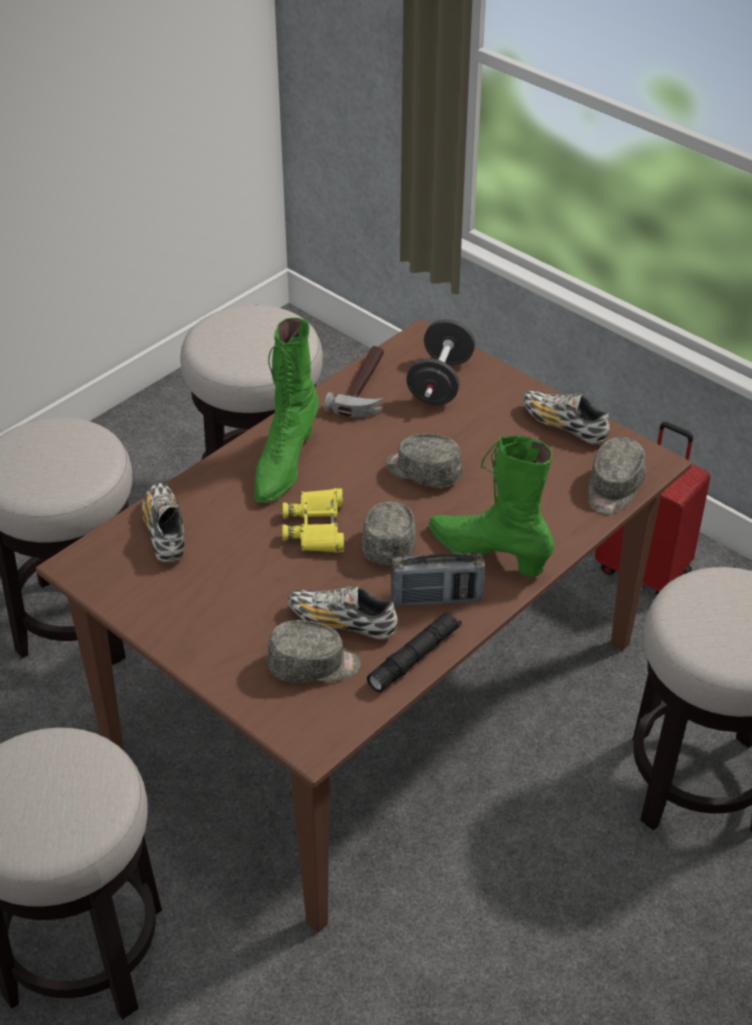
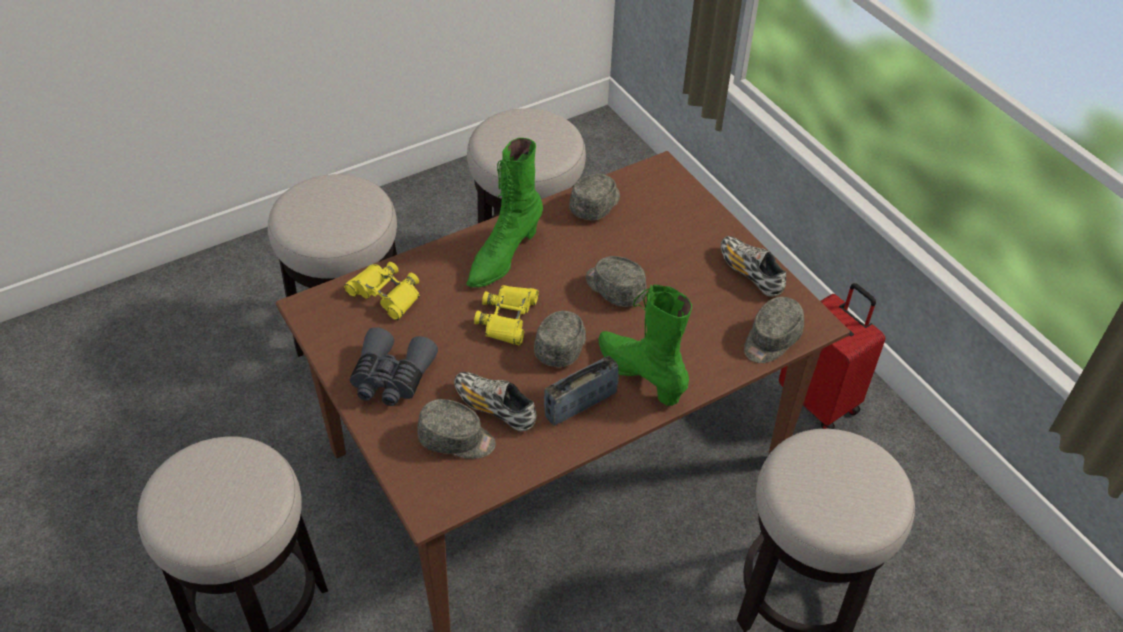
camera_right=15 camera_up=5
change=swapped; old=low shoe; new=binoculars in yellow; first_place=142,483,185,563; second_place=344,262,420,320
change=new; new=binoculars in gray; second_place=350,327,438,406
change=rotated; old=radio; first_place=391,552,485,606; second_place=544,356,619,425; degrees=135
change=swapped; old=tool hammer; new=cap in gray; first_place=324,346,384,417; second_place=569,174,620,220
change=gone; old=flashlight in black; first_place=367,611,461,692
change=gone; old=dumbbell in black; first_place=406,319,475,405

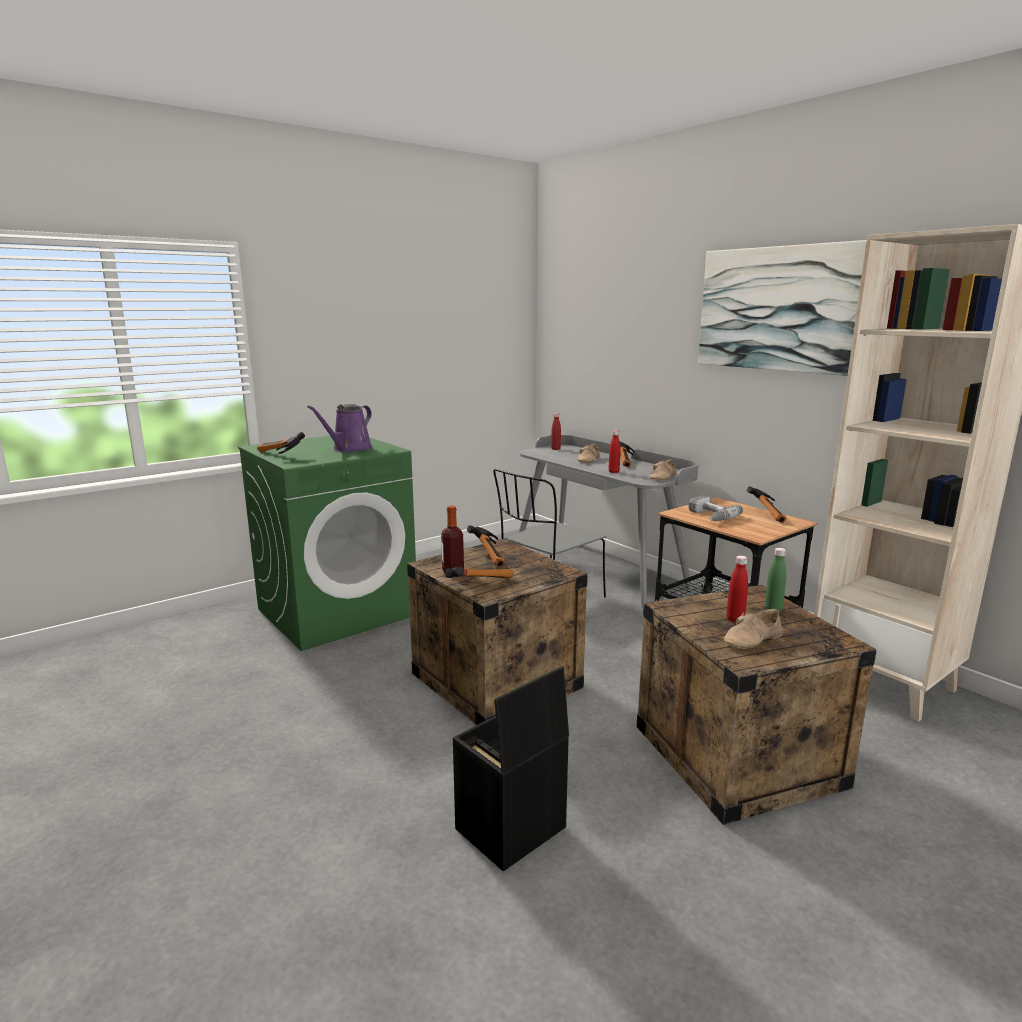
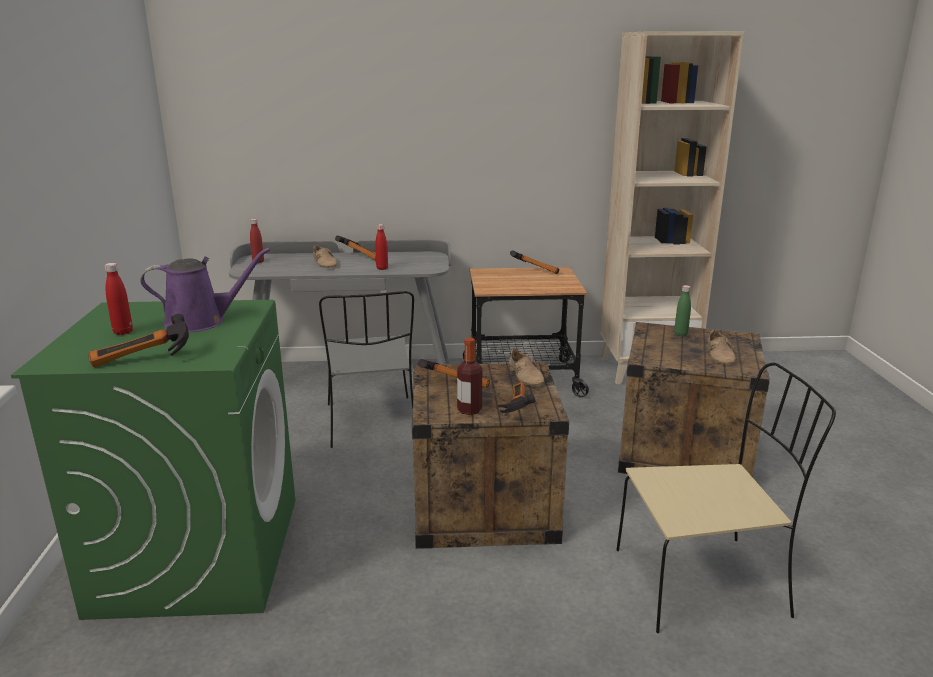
camera_right=-55 camera_up=5
change=shifted; old=beverage bottle in red; first_place=726,556,748,622; second_place=105,263,133,335
change=rotated; old=watering can in purple-coloured; first_place=307,404,372,452; second_place=141,248,270,332; degrees=-75
change=shifted; old=low shoe in beige; first_place=650,459,677,481; second_place=509,348,544,386
change=swapped; old=storage container in black; new=upright chair in beige; first_place=453,666,569,872; second_place=616,363,836,633
change=gone; old=electric drill; first_place=688,496,743,521
change=gone; old=wall art; first_place=698,240,866,376

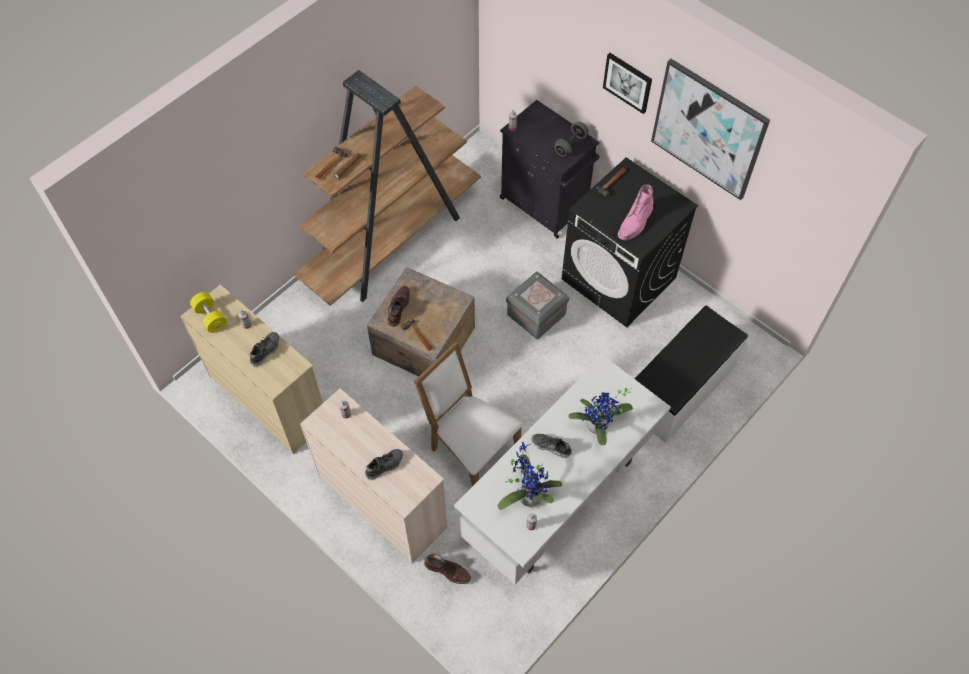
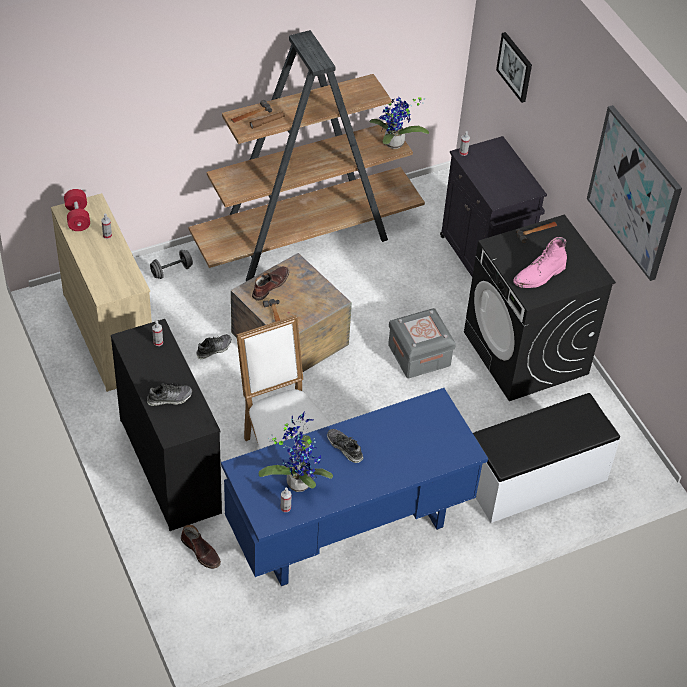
camera_right=20 camera_up=-10
change=repainted; old=dumbbell in yellow; new=dumbbell in red; first_place=190,292,227,333; second_place=64,189,90,231
change=repainted; old=drawer chest in beige; new=drawer chest in black; first_place=300,388,448,563; second_place=111,319,222,531
change=shifted; old=dumbbell in gray; first_place=554,122,588,157; second_place=150,250,193,279
change=shifted; old=low shoe; first_place=250,332,280,367; second_place=196,334,232,359
change=repainted; old=desk unit in whitish; new=desk unit in blue-coloured; first_place=454,355,671,584; second_place=221,388,488,586
change=shifted; old=plant in a pot; first_place=568,388,633,445; second_place=369,97,429,149
change=shifted; old=wall art; first_place=603,53,652,114; second_place=496,32,532,103

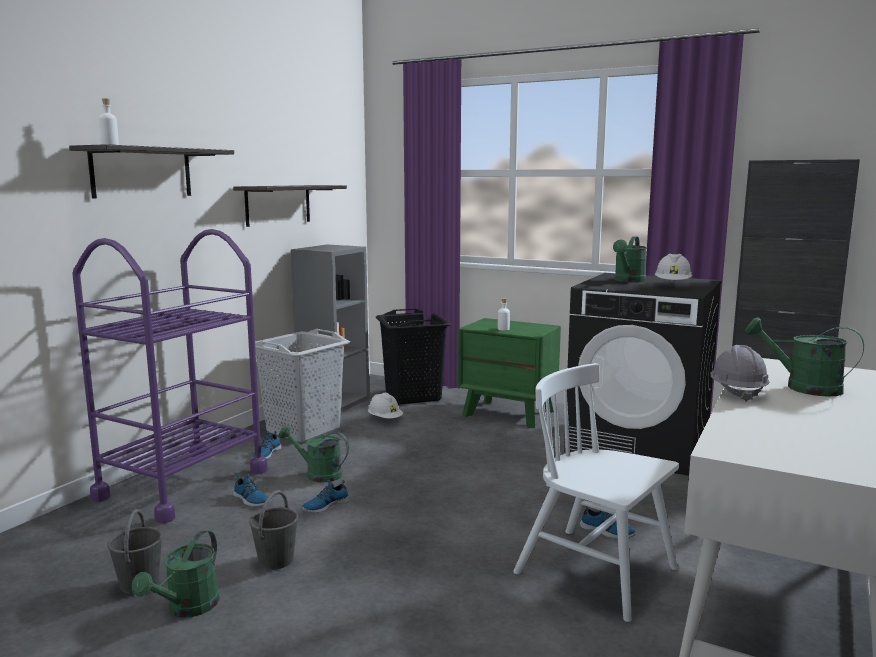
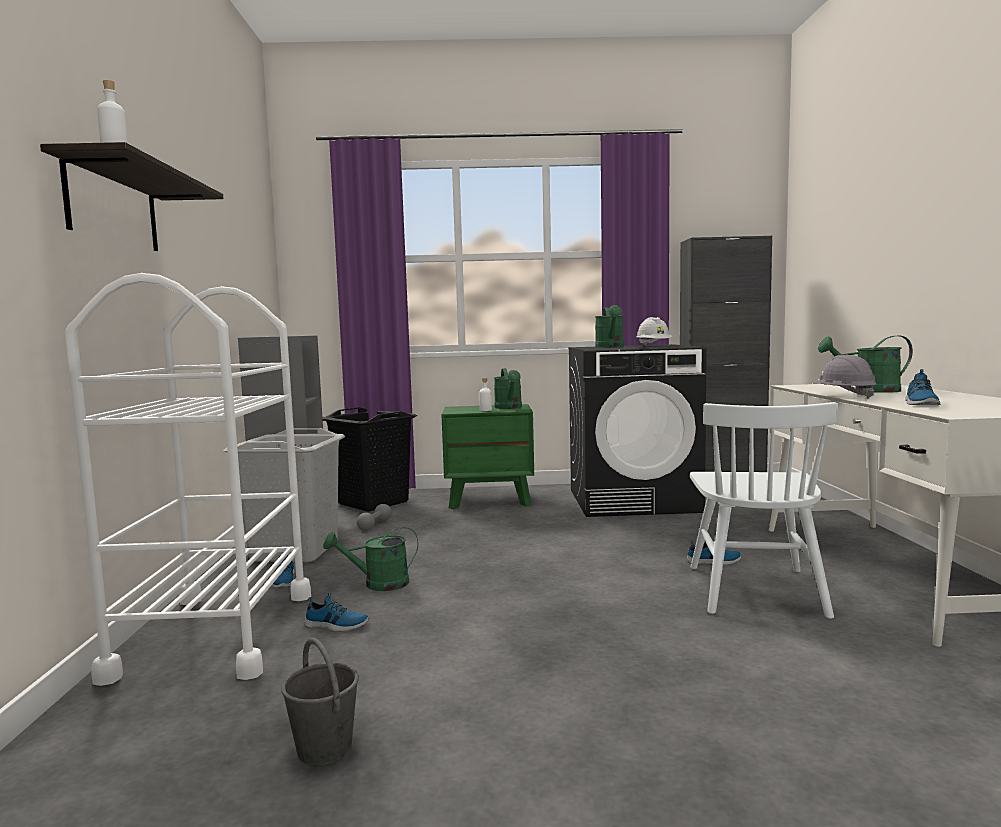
camera_right=-30 camera_up=-5
change=repainted; old=wheeled cart in purple-coloured; new=wheeled cart in whitish; first_place=72,229,268,524; second_place=65,273,311,686
change=swapped; old=hard hat in whitish; new=dumbbell in gray; first_place=368,393,403,418; second_place=357,504,392,531
change=shifted; old=watering can in green-coloured; first_place=132,530,220,618; second_place=494,368,522,409
change=rotated; old=upright chair in whitish; first_place=513,363,679,622; second_place=690,402,838,619; degrees=-90
change=shifted; old=low shoe; first_place=302,480,349,513; second_place=905,369,940,405
change=gone; old=bracket shelf; first_place=233,185,347,227
change=gone; old=water bucket in gray; first_place=249,490,298,570

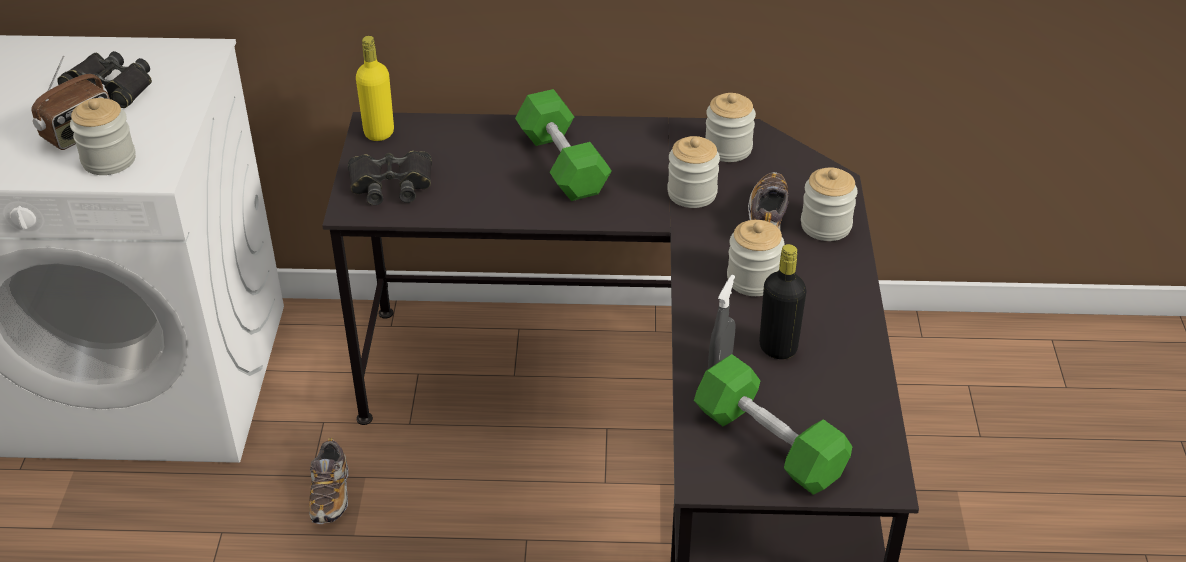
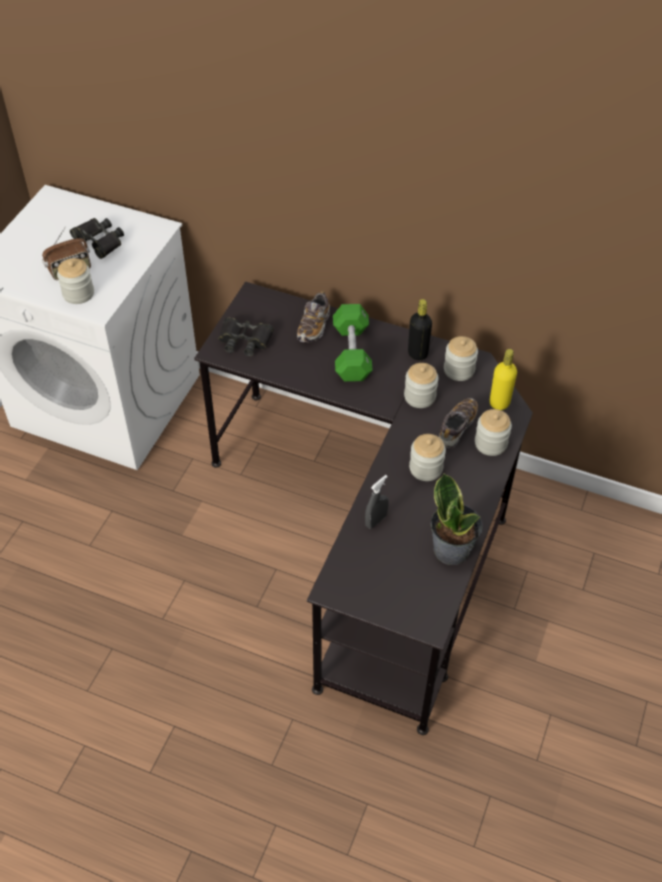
camera_right=20 camera_up=10
change=shifted; old=low shoe; first_place=309,438,349,524; second_place=297,291,330,343
change=shifted; old=beverage bottle in black; first_place=759,244,806,359; second_place=408,299,432,360
change=new; new=plant in a pot; second_place=431,473,483,565
change=shifted; old=beverage bottle in yellow; first_place=356,36,394,141; second_place=490,349,517,410
change=gone; old=dumbbell in green-coloured; first_place=694,354,852,495

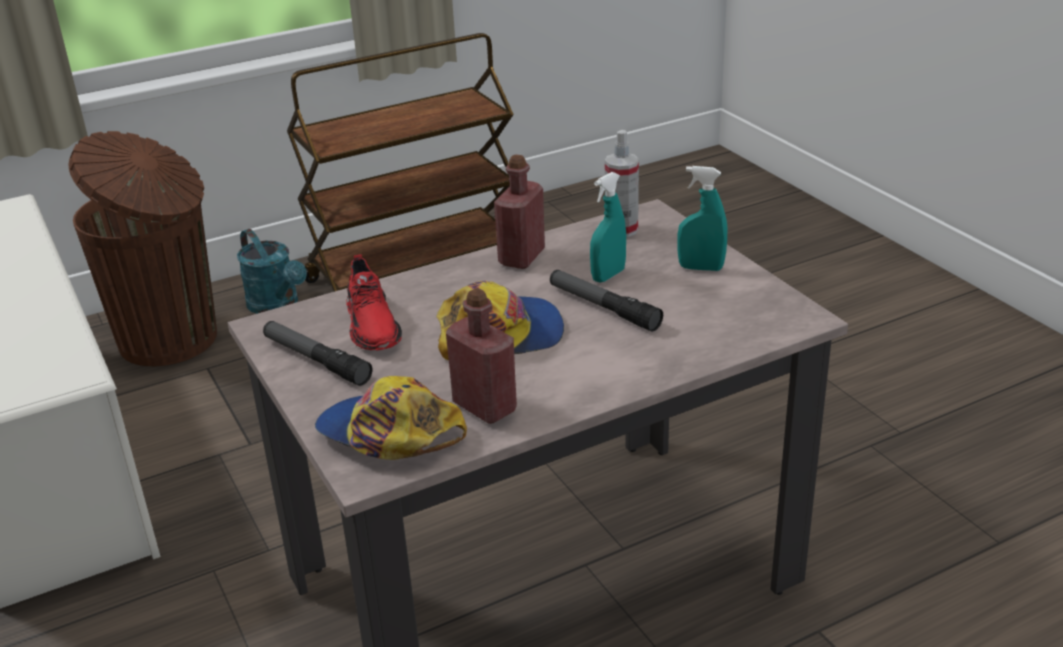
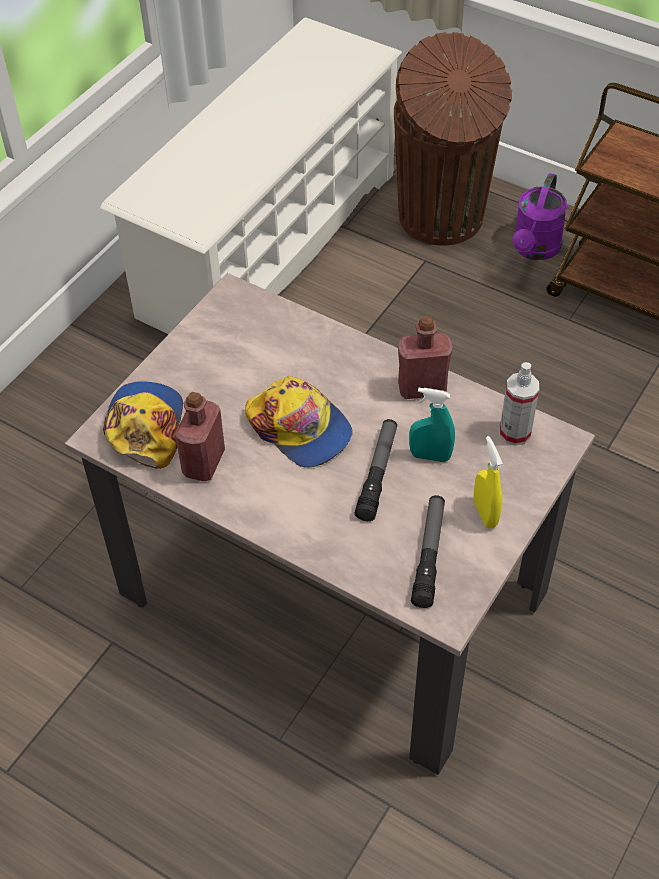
camera_right=60 camera_up=20
change=shifted; old=flashlight; first_place=263,321,372,386; second_place=411,495,445,608
change=repainted; old=hand sprayer in turquoise-coloured; new=hand sprayer in yellow; first_place=678,166,727,271; second_place=474,436,503,528
change=repainted; old=watering can in turquoise-coloured; new=watering can in purple-coloured; first_place=237,229,307,314; second_place=513,173,567,260
change=gone; old=low shoe in red; first_place=346,255,402,351

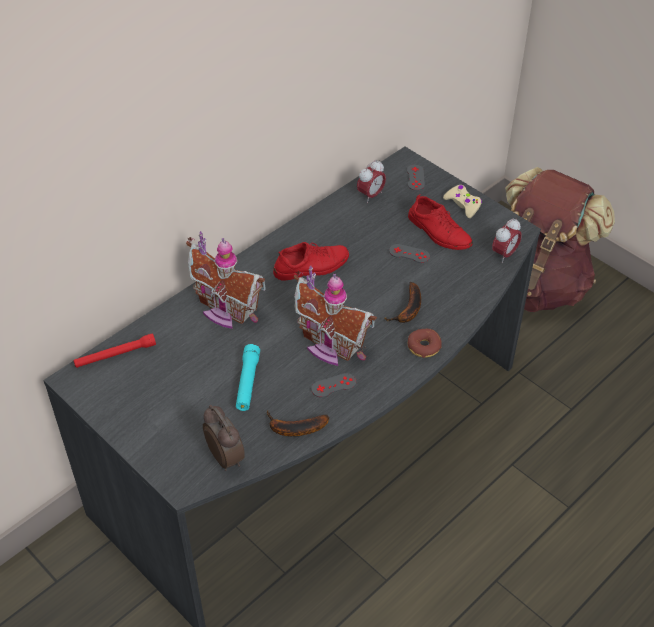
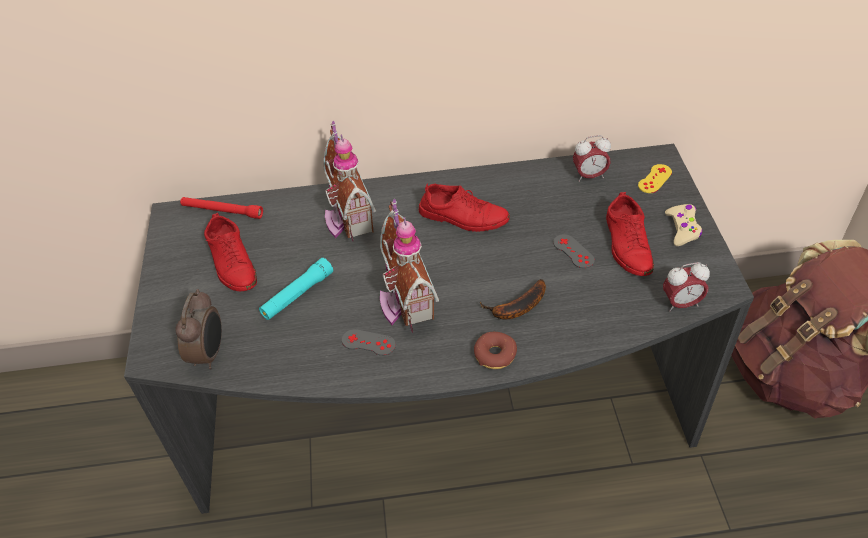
camera_right=40 camera_up=0
change=new; new=low shoe in red; second_place=204,213,257,291
change=repainted; old=joypad in gray; new=joypad in yellow; first_place=407,165,425,191; second_place=638,164,672,193
change=gone; old=whole banana; first_place=267,410,329,436

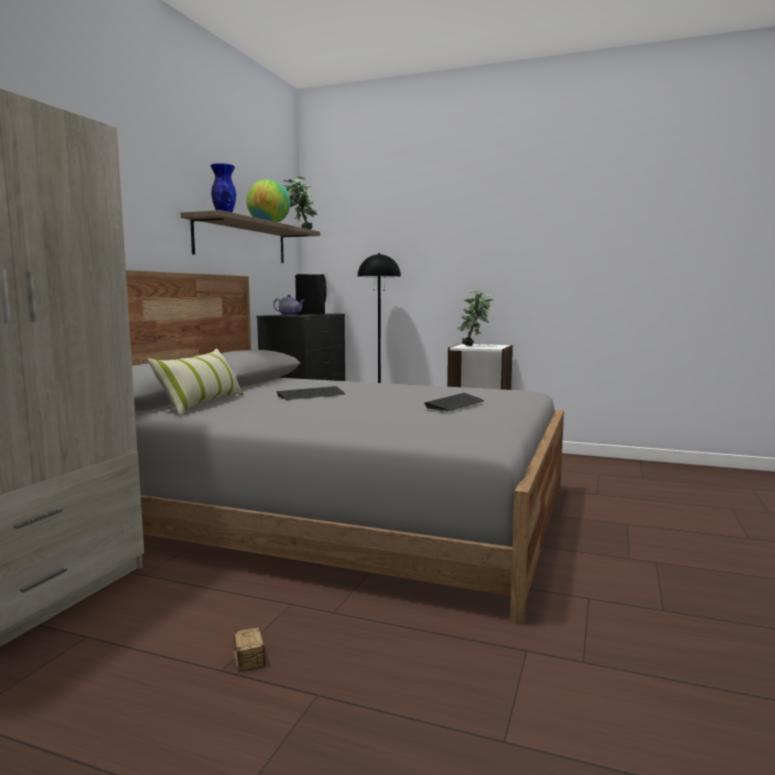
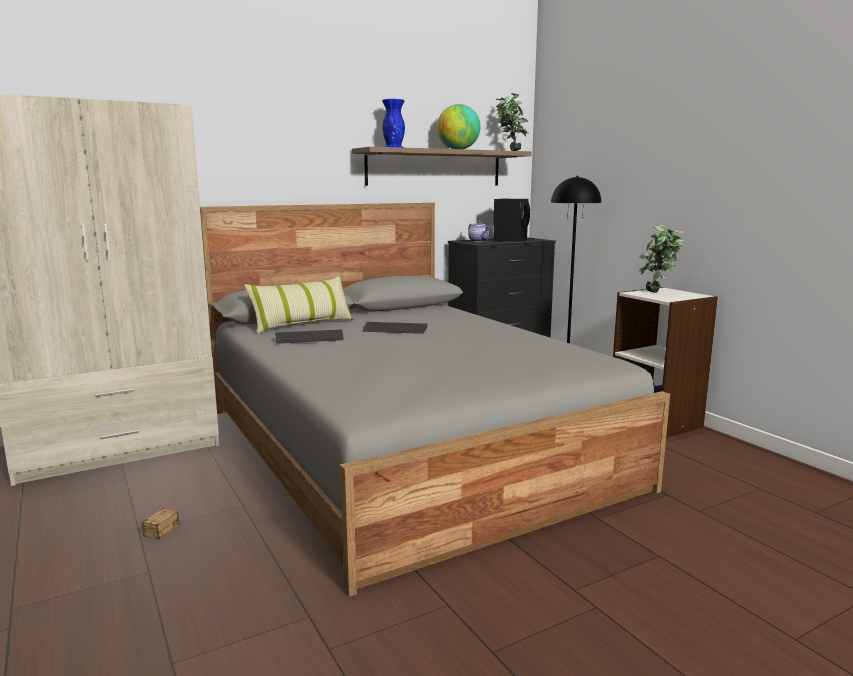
camera_right=40 camera_up=5
change=shifted; old=keyboard; first_place=424,393,484,411; second_place=275,329,344,344

